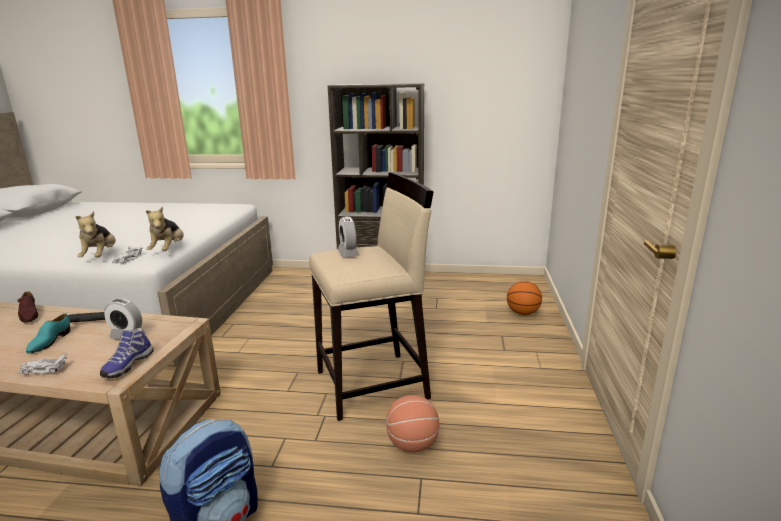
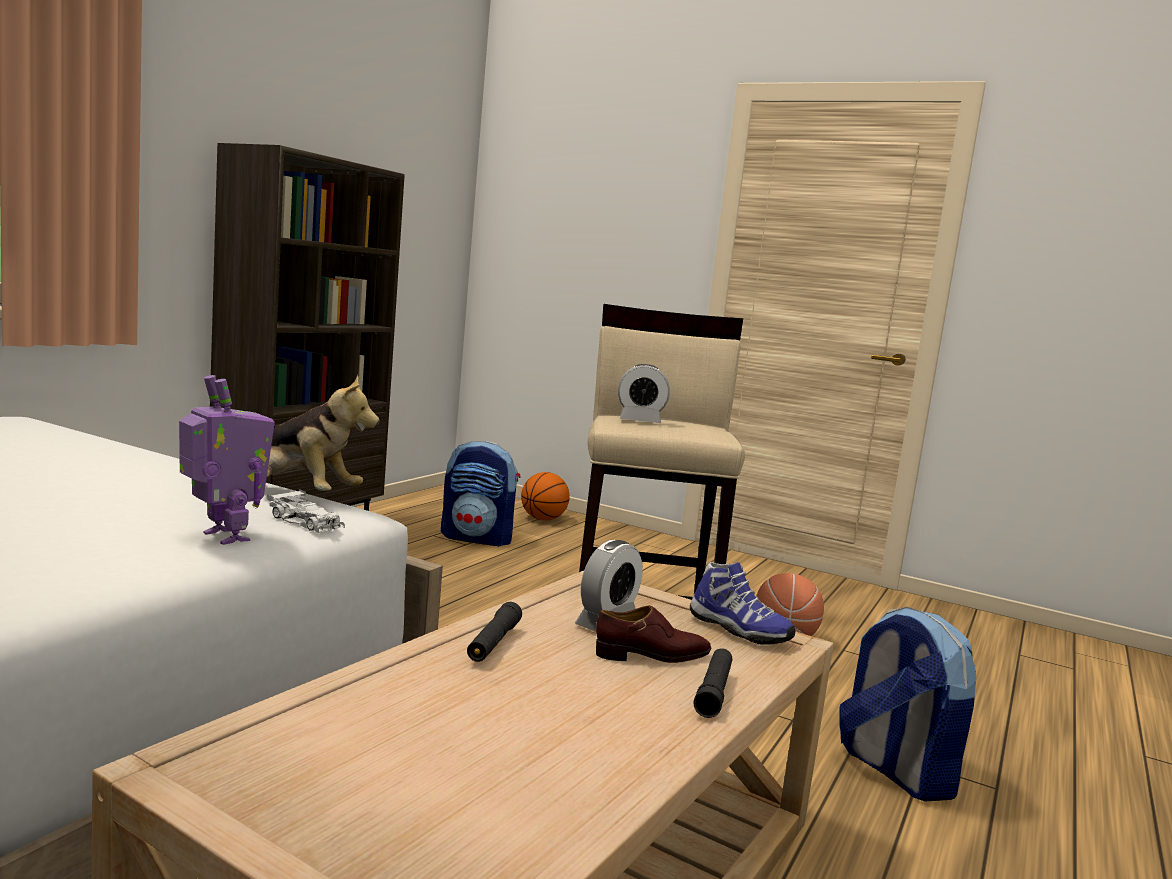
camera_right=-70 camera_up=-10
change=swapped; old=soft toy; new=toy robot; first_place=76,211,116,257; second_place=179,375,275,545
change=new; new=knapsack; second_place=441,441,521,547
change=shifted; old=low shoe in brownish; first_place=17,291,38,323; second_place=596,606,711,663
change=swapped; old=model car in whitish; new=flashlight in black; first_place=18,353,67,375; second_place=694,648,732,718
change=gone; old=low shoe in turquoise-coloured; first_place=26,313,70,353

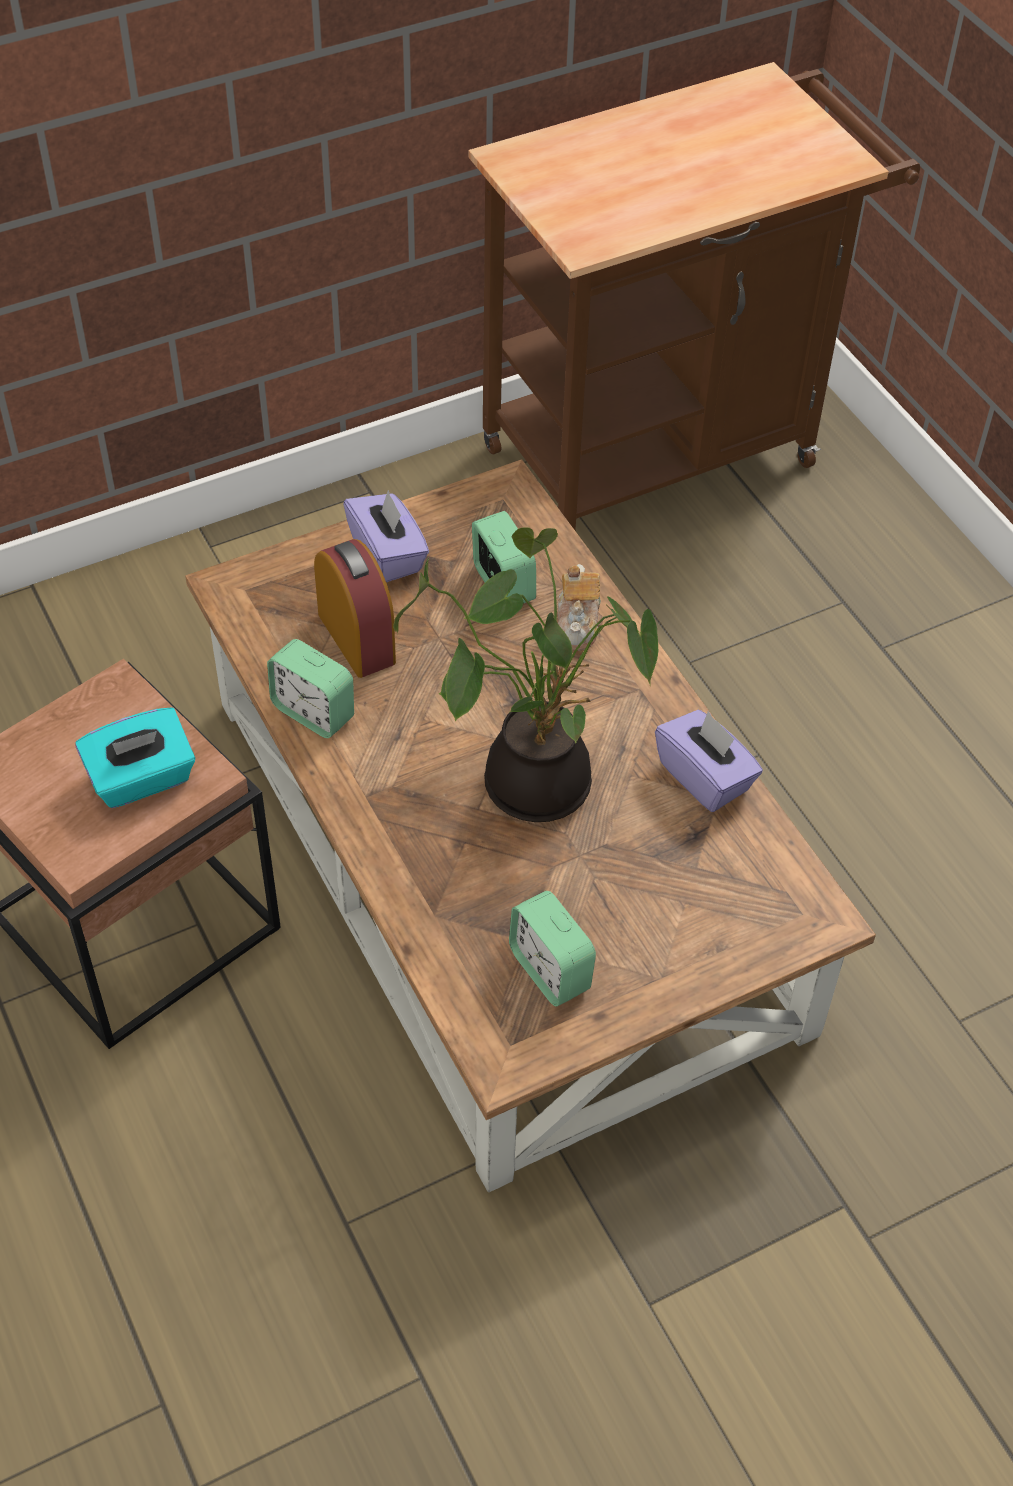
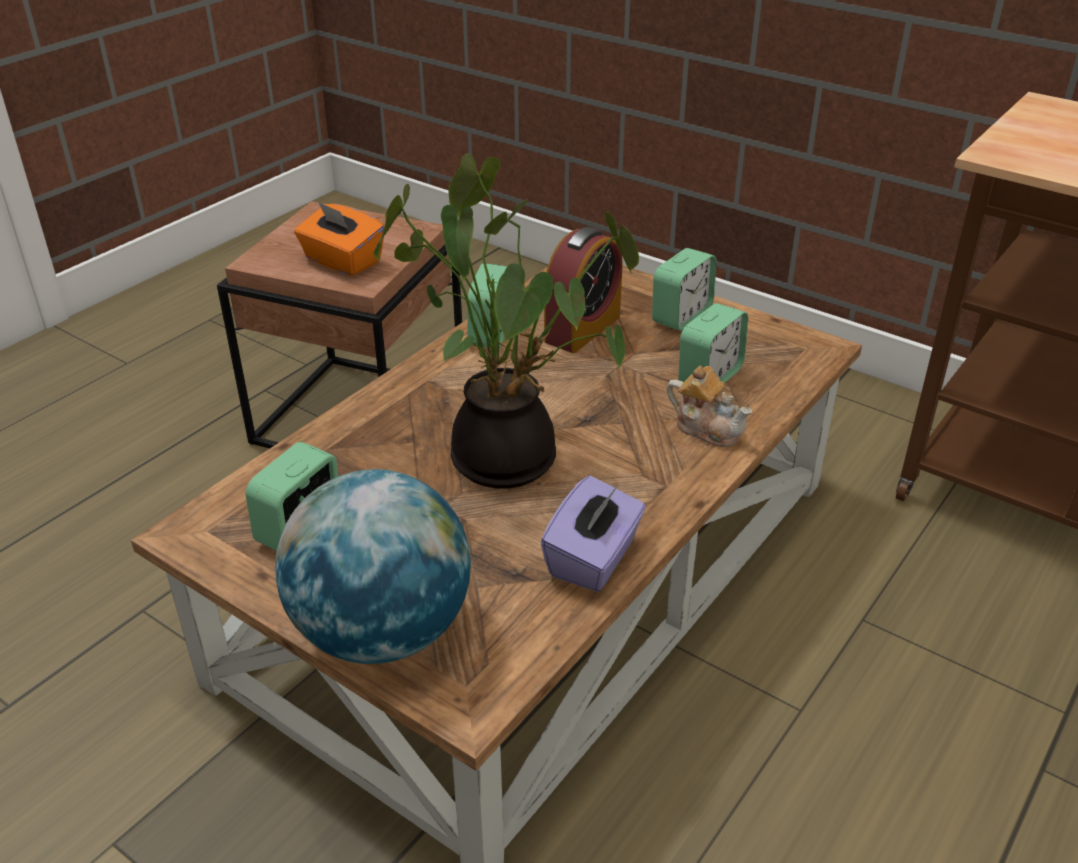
camera_right=65 camera_up=-15
change=new; new=world globe; second_place=275,469,471,664
change=repainted; old=box of tissues in turquoise-coloured; new=box of tissues in orangey; first_place=75,707,195,808; second_place=294,202,384,276
change=swapped; old=box of tissues in purple-coloured; new=bedside clock; first_place=343,490,429,582; second_place=652,248,716,331
change=rotated; old=tea pot; first_place=558,564,603,651; second_place=667,366,752,447; degrees=-120

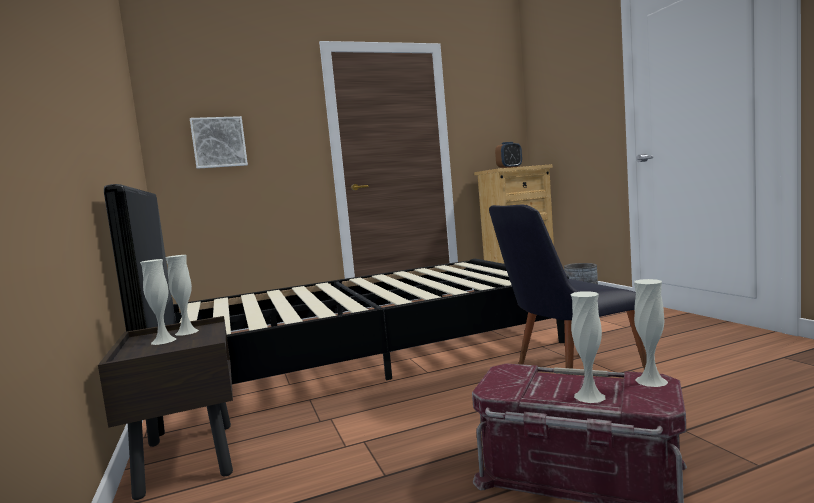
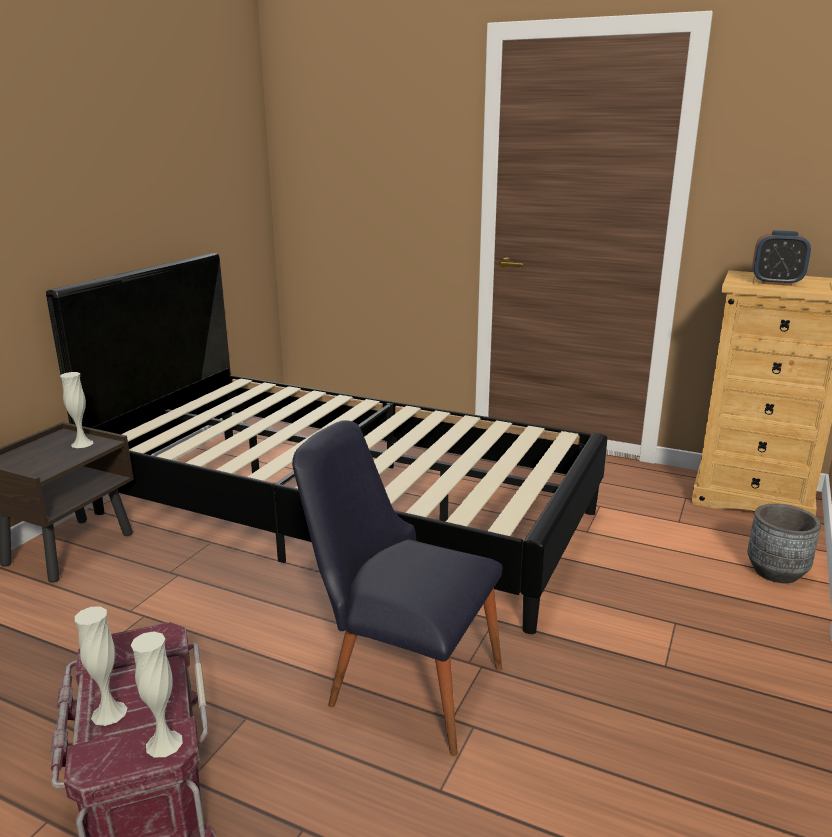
camera_right=45 camera_up=15
change=gone; old=flower vase in whitish; first_place=140,259,176,345
change=gone; old=wall art; first_place=190,116,248,169

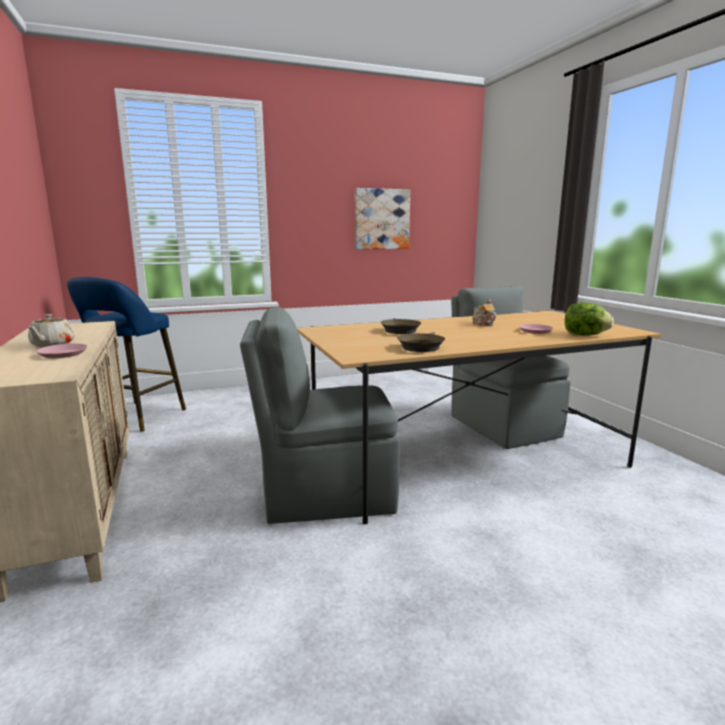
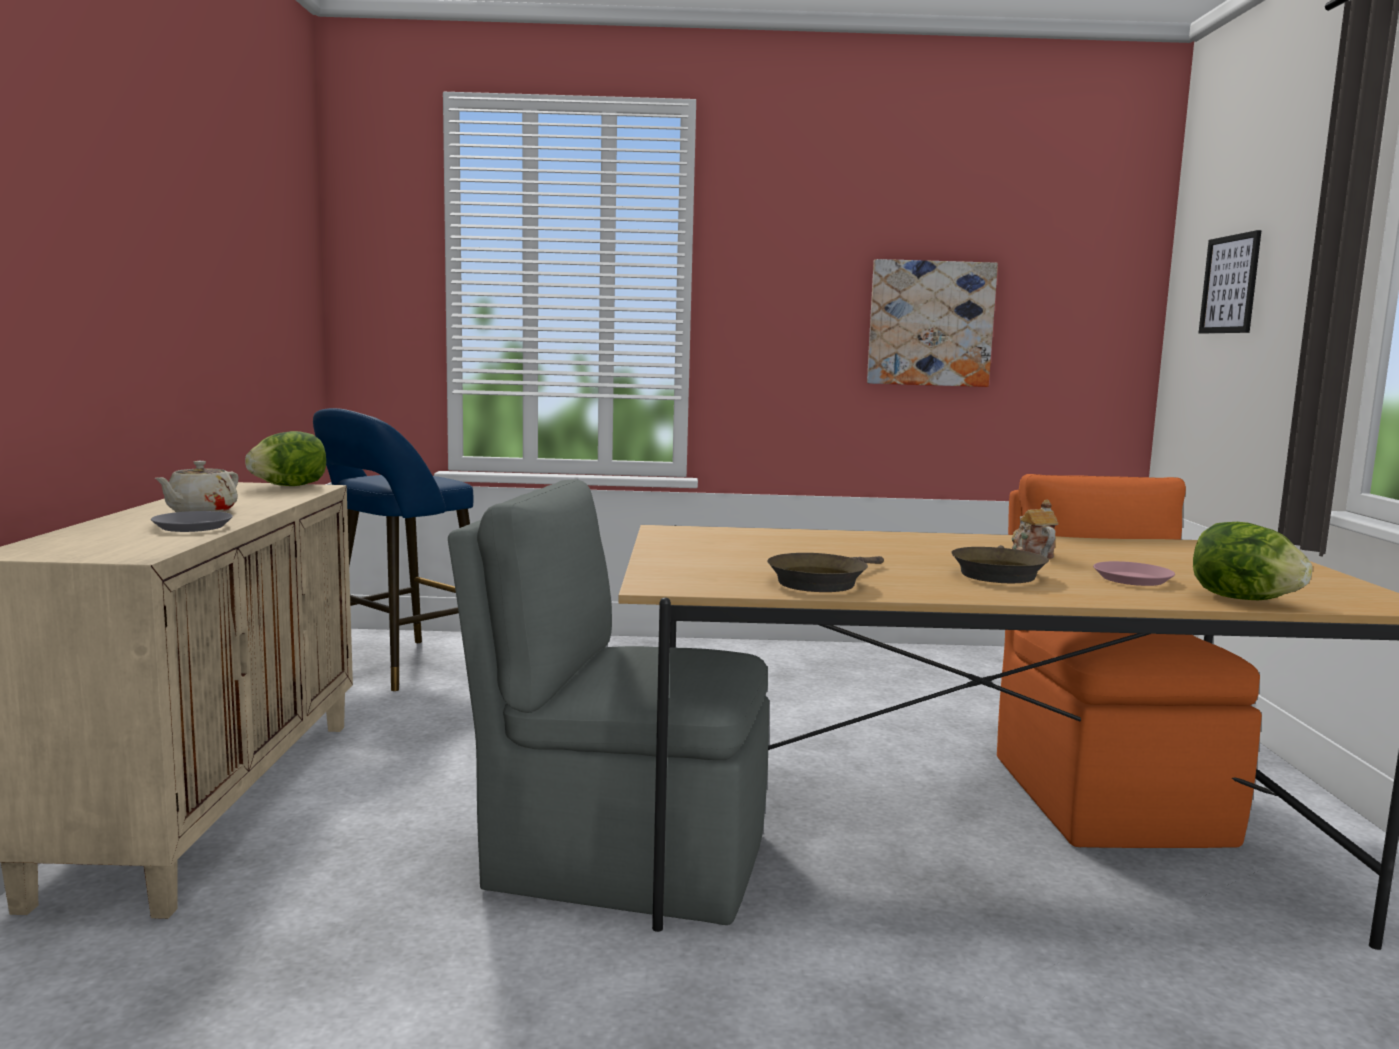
camera_right=20 camera_up=-5
change=repainted; old=dinner plate in pink; new=dinner plate in gray; first_place=36,343,88,358; second_place=151,511,233,532
change=new; new=lettuce; second_place=245,431,326,486
change=shifted; old=skillet in brownish; first_place=380,318,421,334; second_place=951,545,1049,583
change=repainted; old=upright chair in gray; new=upright chair in orangey; first_place=451,286,571,449; second_place=997,474,1262,848
change=new; new=wall art; second_place=1199,230,1262,333

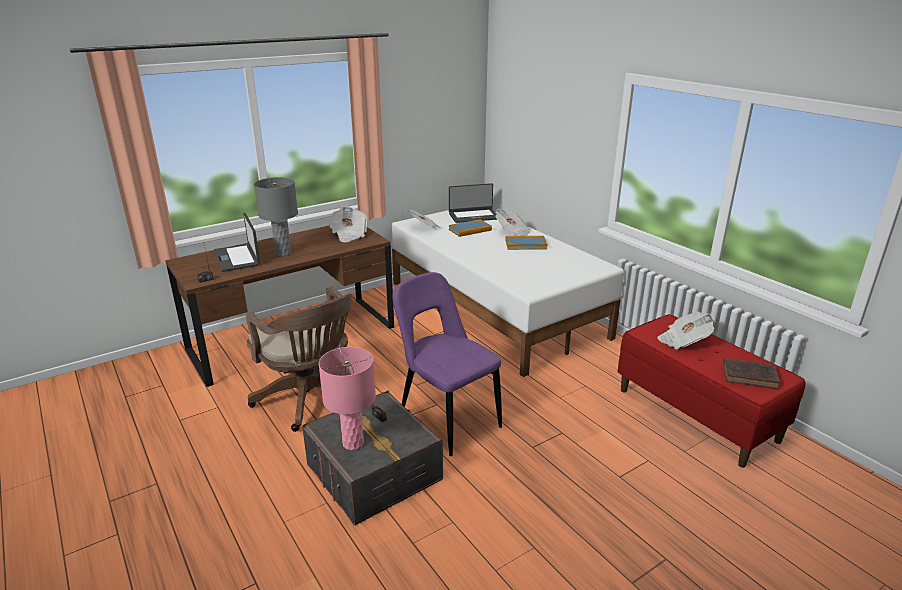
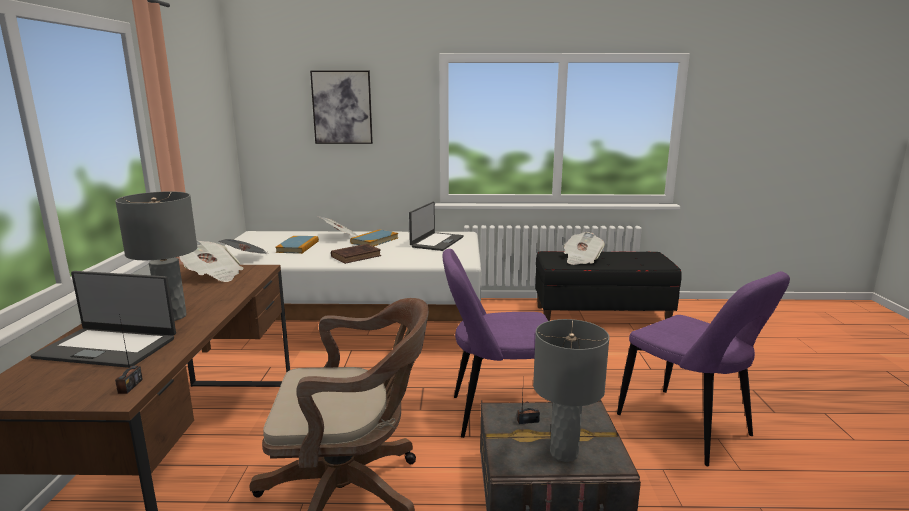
camera_right=-55 camera_up=-10
change=new; new=wall art; second_place=310,70,373,144
change=shifted; old=book in brownish; first_place=723,358,780,389; second_place=331,244,381,264
change=shifted; old=notebook computer; first_place=449,183,497,223; second_place=409,202,464,251
change=repainted; old=tabletop lamp in pink; new=tabletop lamp in gray; first_place=319,347,376,450; second_place=533,319,610,462
change=repainted; old=bench in red; new=bench in black; first_place=618,314,806,468; second_place=535,251,682,321
change=new; new=upright chair in purple-coloured; second_place=617,271,790,466

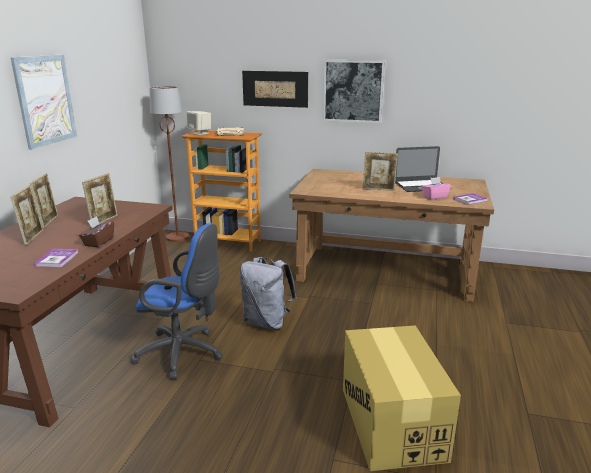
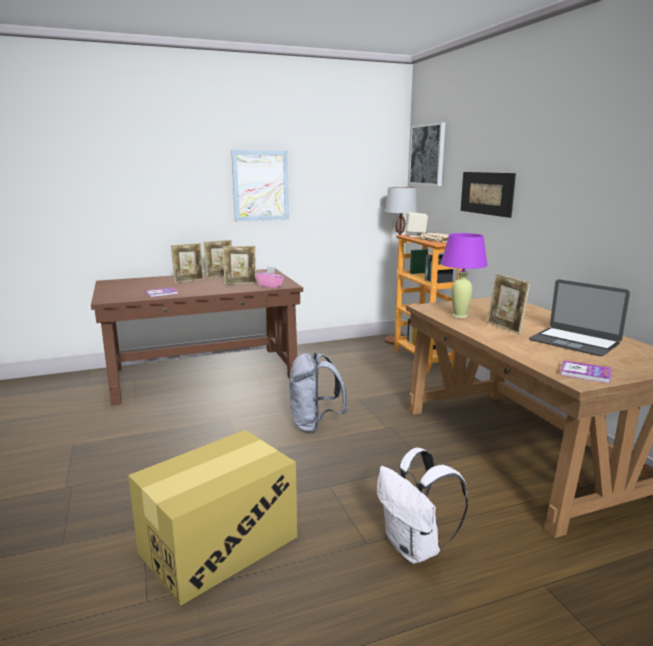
camera_right=55 camera_up=-5
change=shifted; old=box of tissues in pink; first_place=421,177,451,200; second_place=256,267,284,288
change=new; new=knapsack in whitish; second_place=377,447,468,564
change=shifted; old=wall art; first_place=323,60,385,123; second_place=409,122,445,186
change=new; new=tabletop lamp in purple-coloured; second_place=441,233,488,318
change=gone; old=box of tissues in brownish; first_place=79,216,114,247
change=gone; old=computer chair in blue-coloured; first_place=131,223,223,380

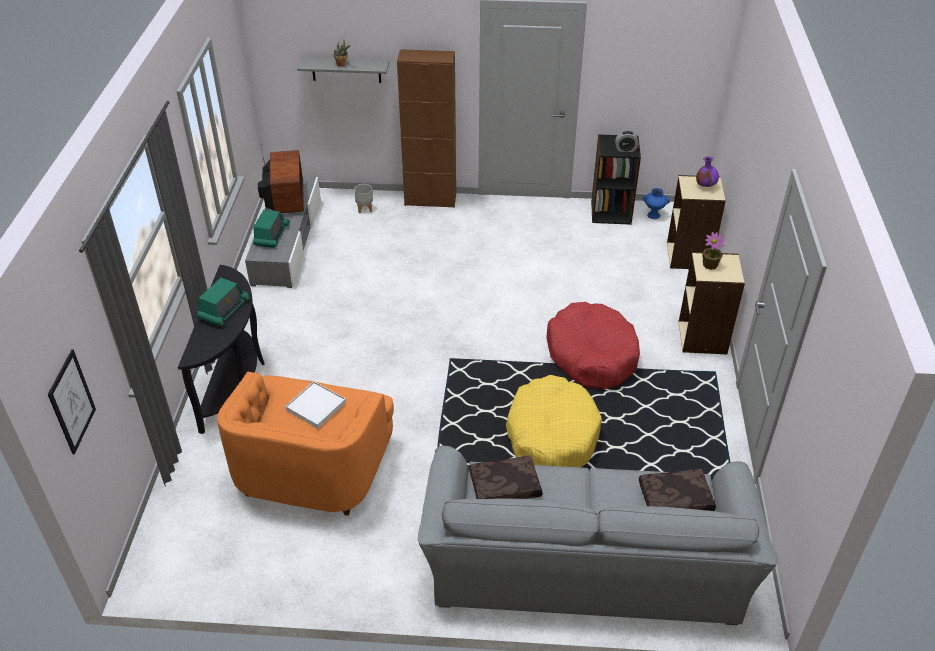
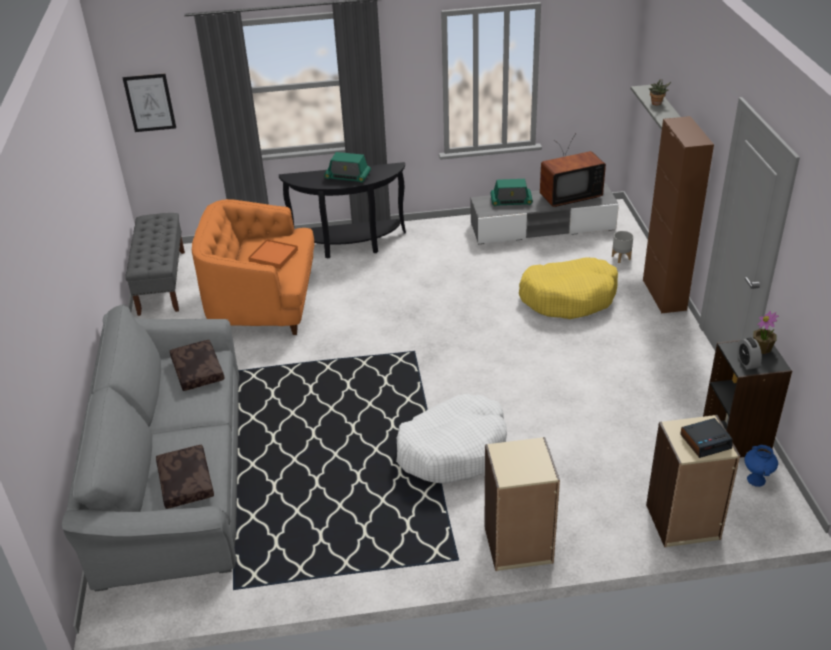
camera_right=80 camera_up=-5
change=new; new=bench in gray; second_place=125,213,185,316
change=repainted; old=carrying tray in whitish; new=carrying tray in orangey; first_place=285,381,346,429; second_place=248,239,298,269
change=repainted; old=dog cushion in red; new=dog cushion in whitish; first_place=546,302,640,389; second_place=396,394,507,483
change=shifted; old=dog cushion in yellow; first_place=506,375,602,467; second_place=519,257,618,319
change=swapped; old=flower vase in purple-coloured; new=bedside clock; first_place=696,156,719,187; second_place=680,418,733,458
change=shifted; old=plant in a pot; first_place=702,232,725,270; second_place=753,311,779,354

